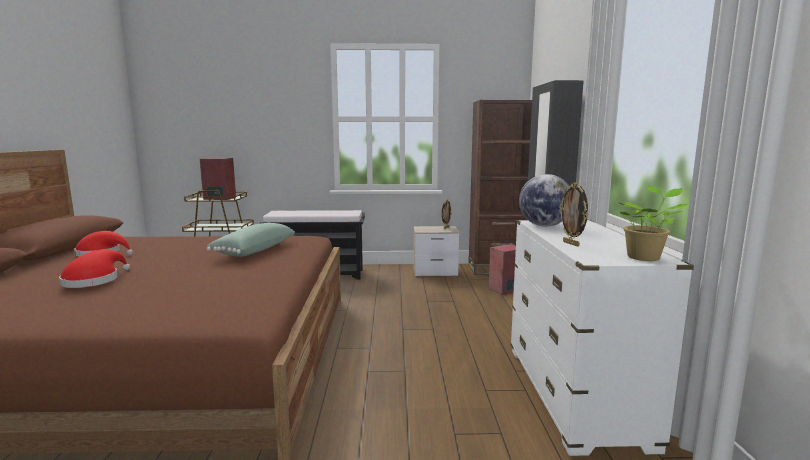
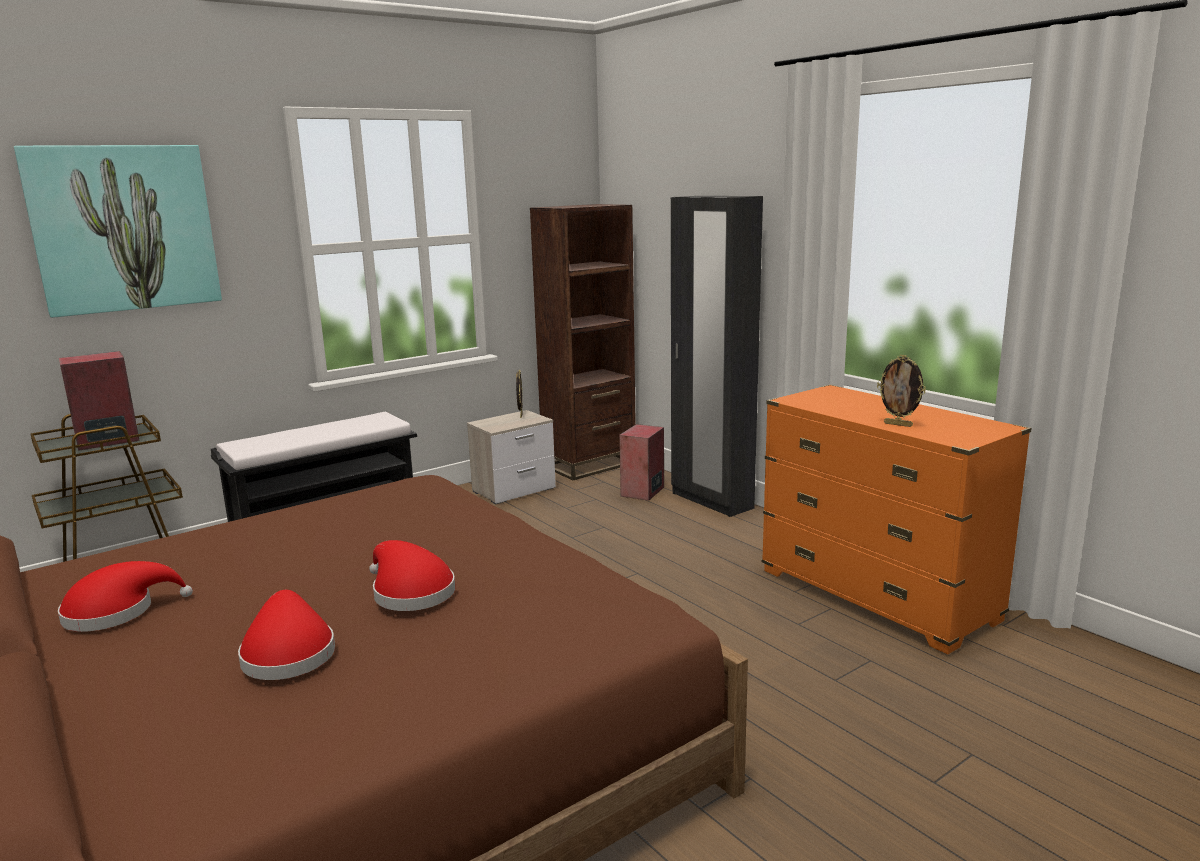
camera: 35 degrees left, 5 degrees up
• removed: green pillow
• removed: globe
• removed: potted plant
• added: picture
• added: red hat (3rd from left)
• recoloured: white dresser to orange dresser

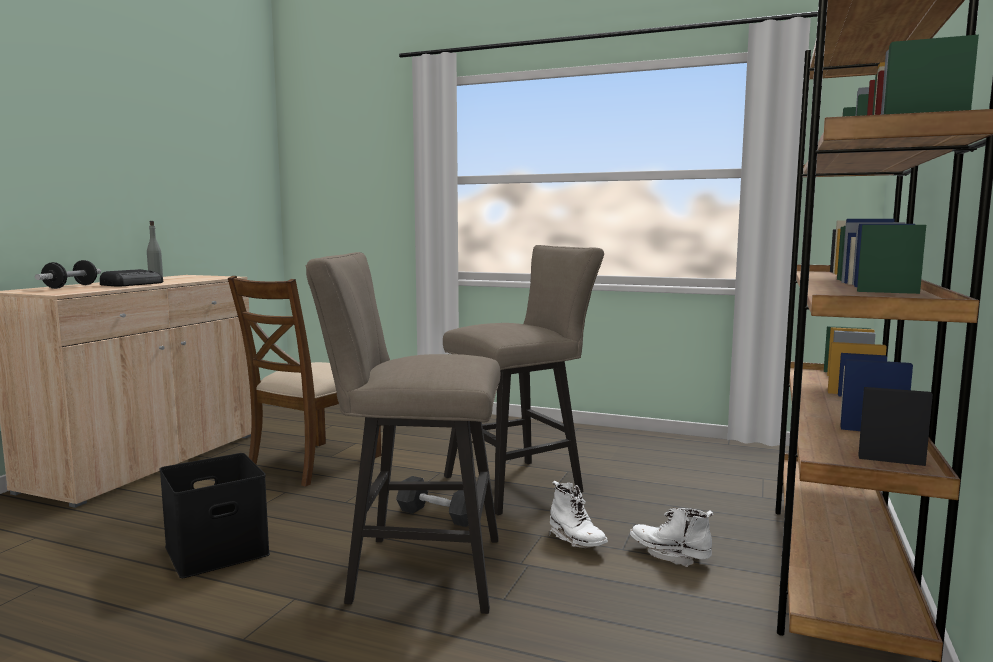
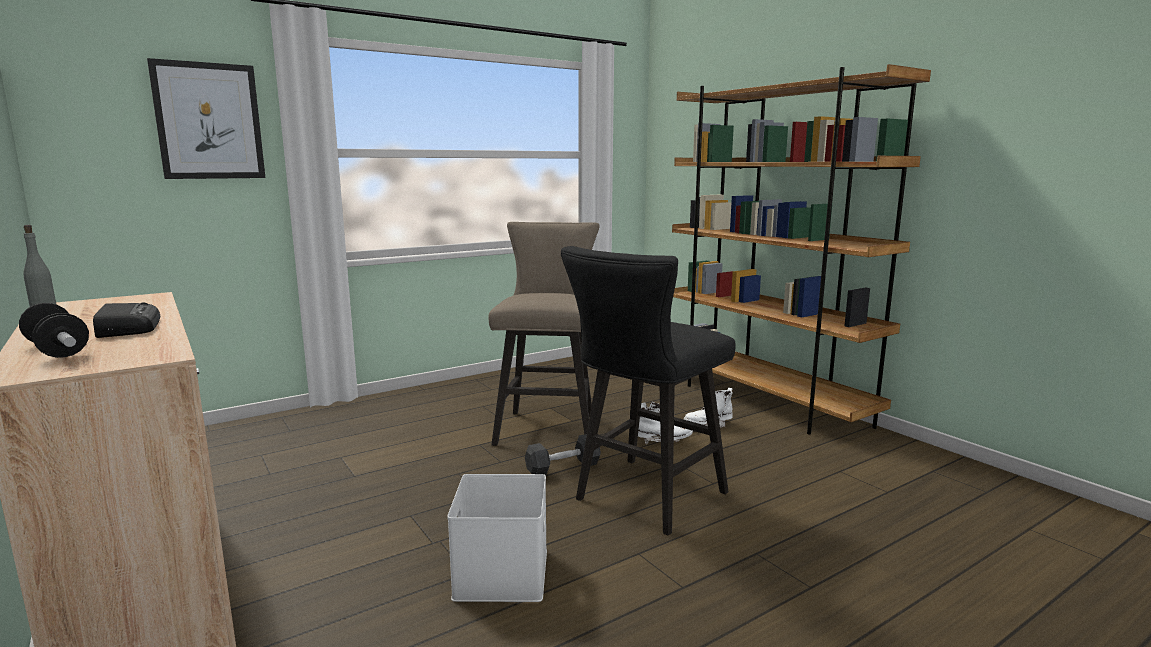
camera: 55 degrees left, 5 degrees up
• removed: brown chair
• added: picture
• recoloured: black storage box to white storage box
• recoloured: beige stool (1st from left) to black stool

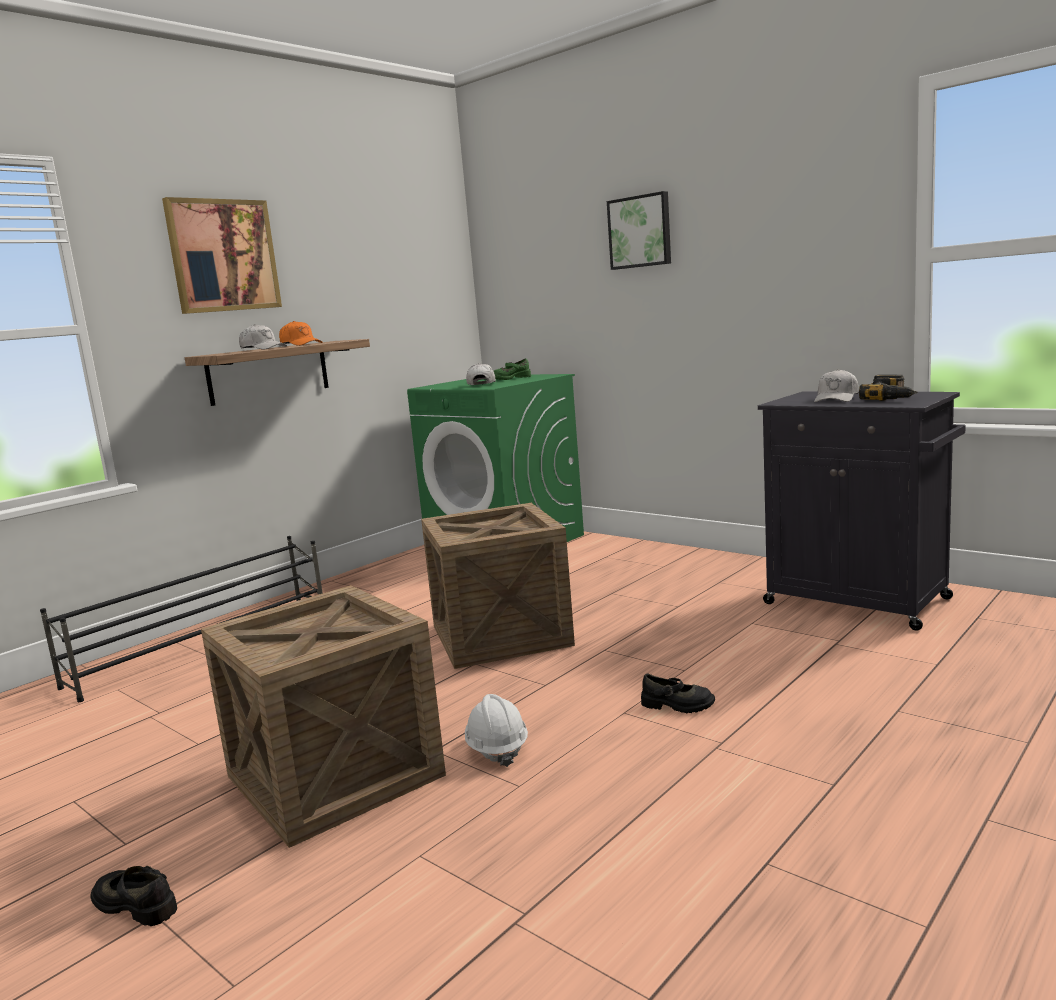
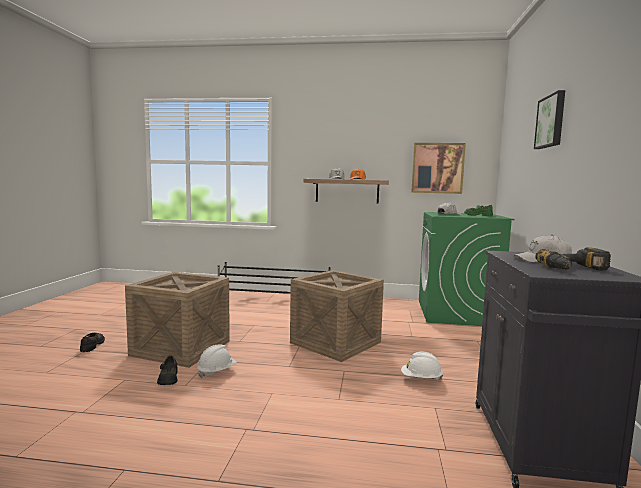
camera: 55 degrees right, 5 degrees down
• added: white hard hat (2nd from left)
• moved: picture (1st from left)
• moved: black shoe (2nd from left)

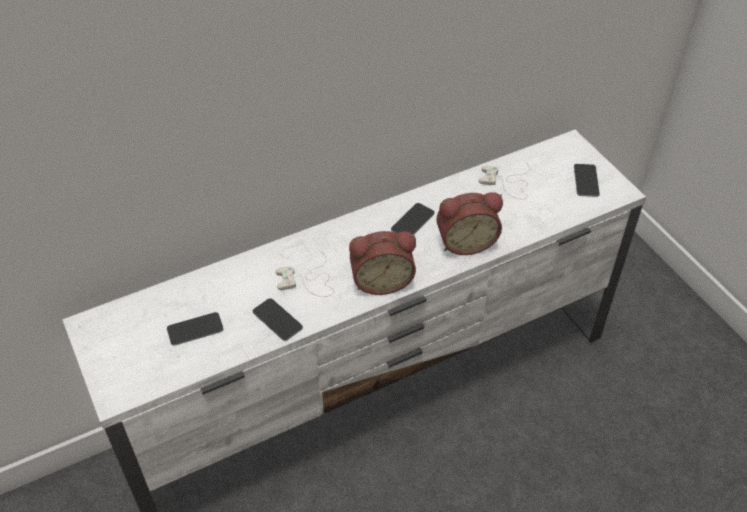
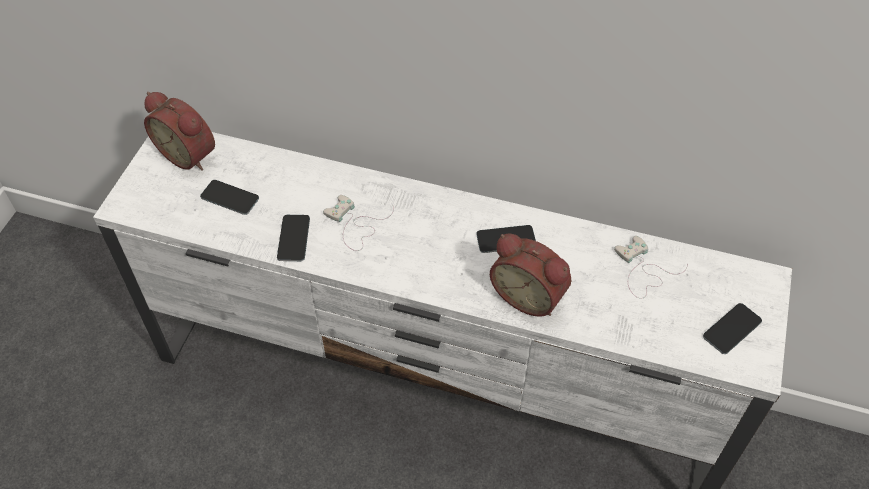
camera: 45 degrees right, 5 degrees up
• moved: alarm clock (1st from left)

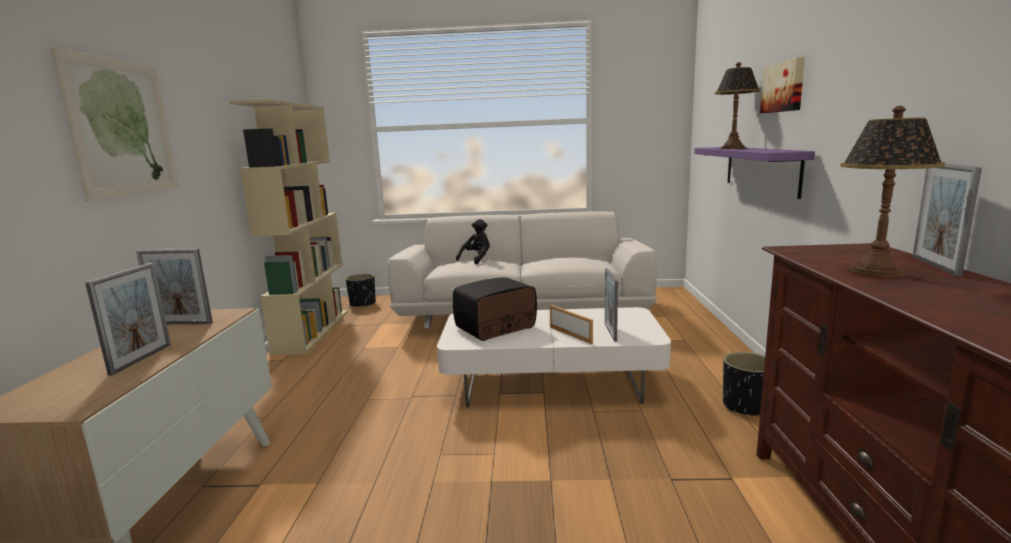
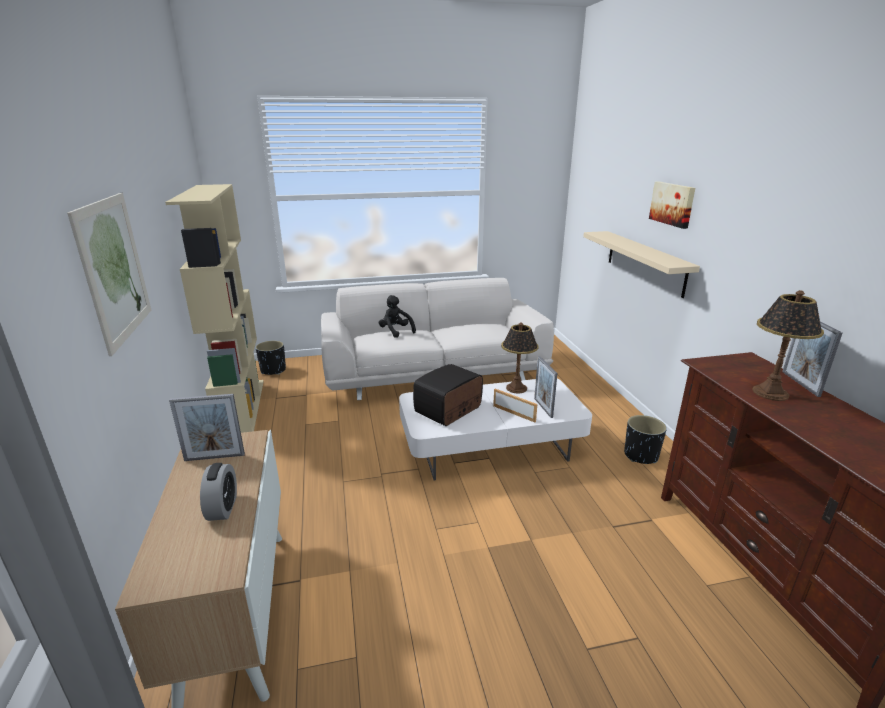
camera: 15 degrees left, 10 degrees up
• moved: table lamp (1st from left)
• replaced: picture frame (1st from left) to alarm clock
• recoloured: purple shelf to beige shelf
• turned: black plush toy 60 degrees counterclockwise

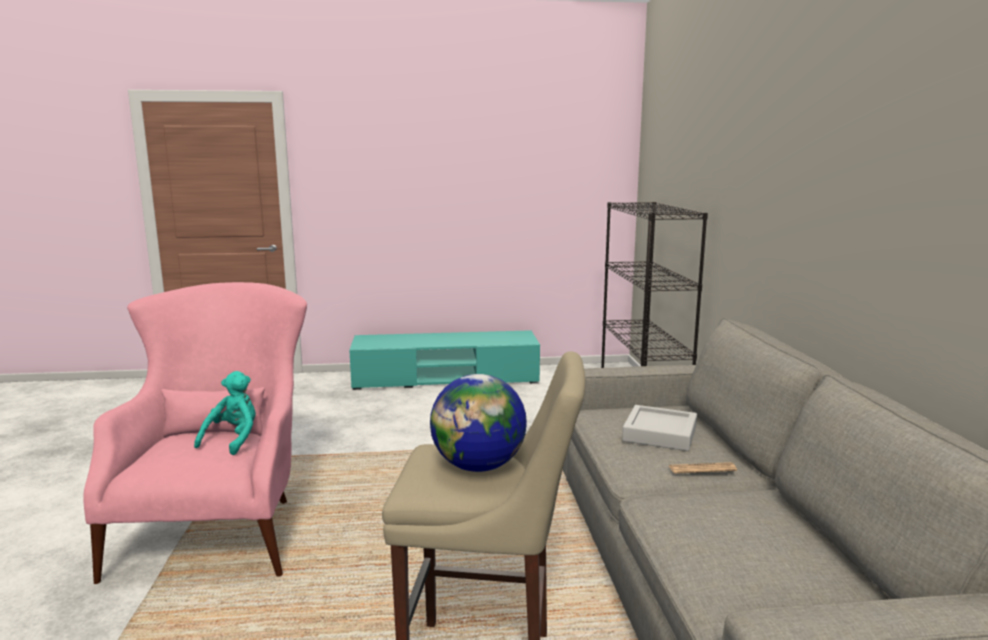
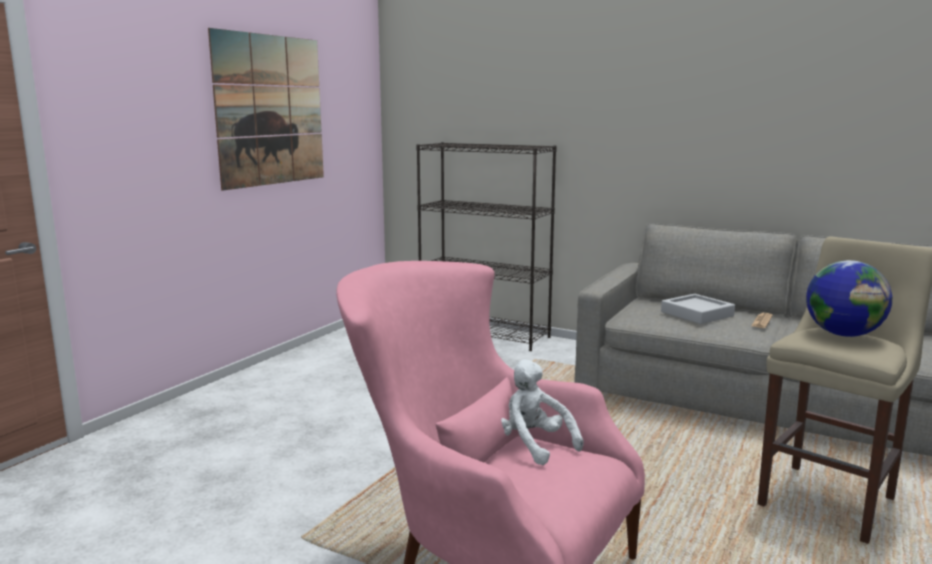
camera: 55 degrees left, 0 degrees up
• removed: turquoise tv stand
• added: picture
• recoloured: turquoise plush toy to white plush toy

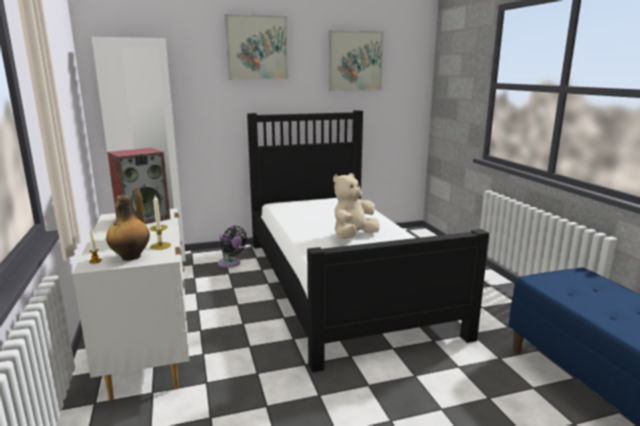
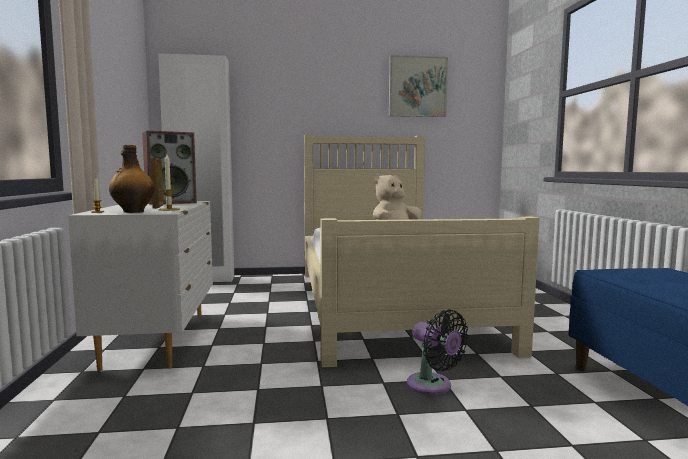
camera: 10 degrees right, 10 degrees down
• removed: picture (1st from left)
• moved: black fan
• recoloured: black bed to beige bed

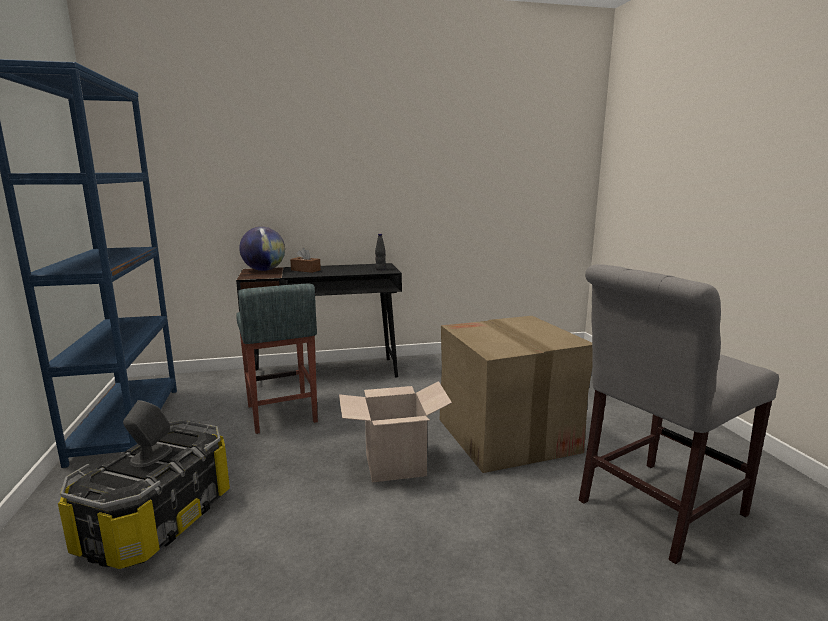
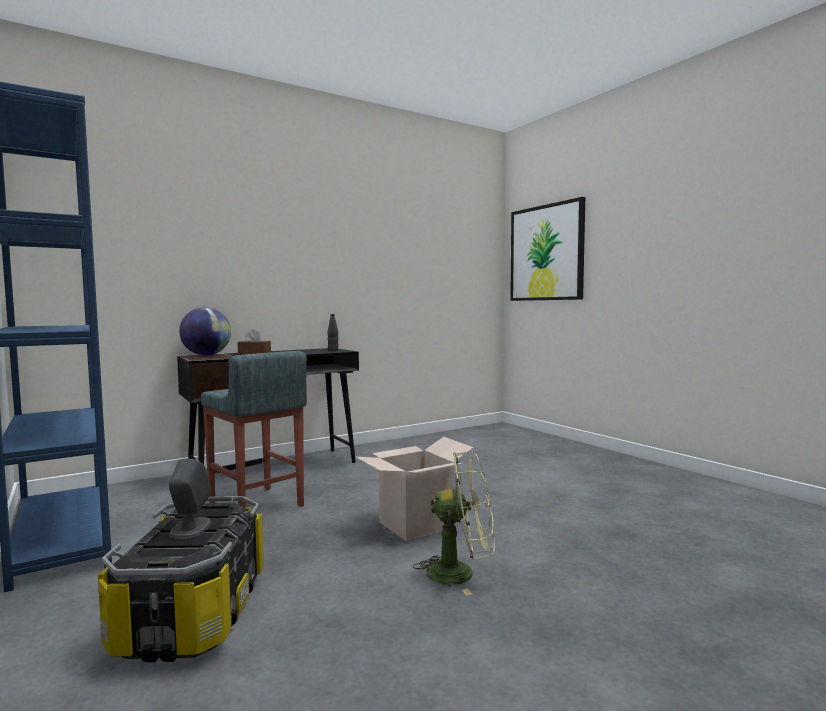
camera: 20 degrees left, 10 degrees down
• removed: cardboard box (2nd from left)
• removed: grey chair
• added: green fan
• added: picture

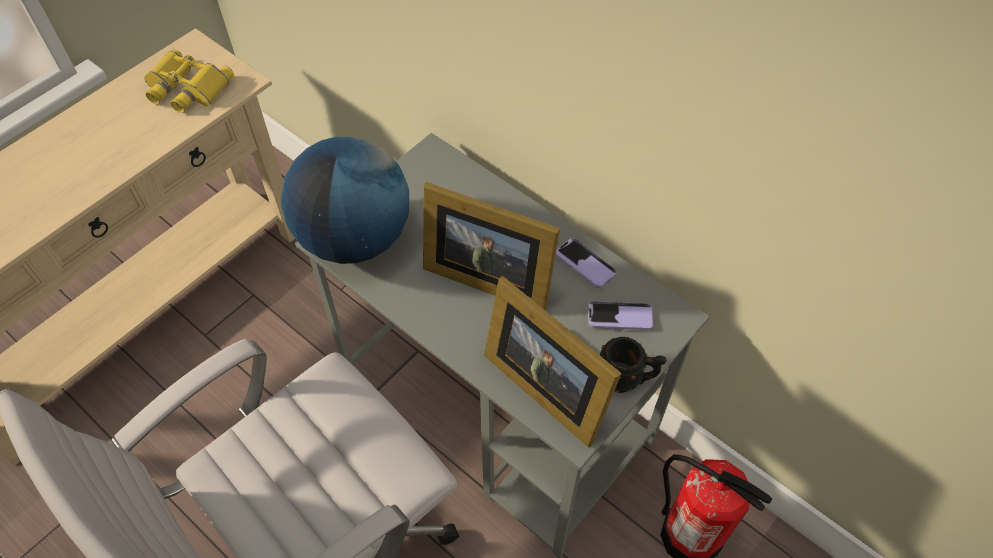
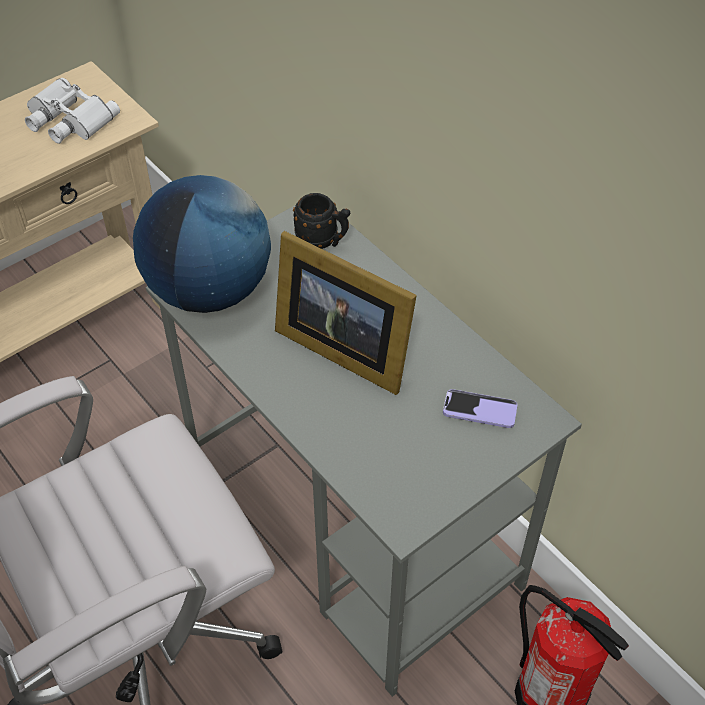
camera: 10 degrees right, 5 degrees down
• removed: picture frame (2nd from left)
• removed: phone (1st from left)
• moved: black mug
• recoloured: yellow binoculars to white binoculars

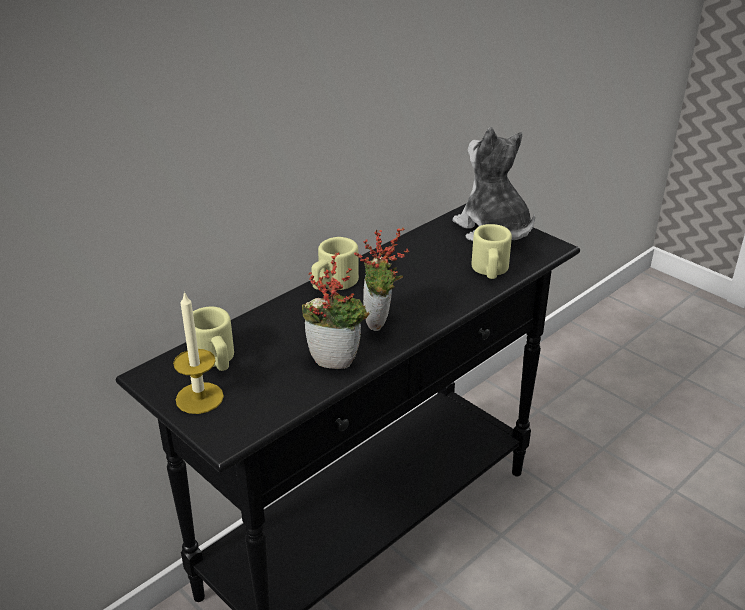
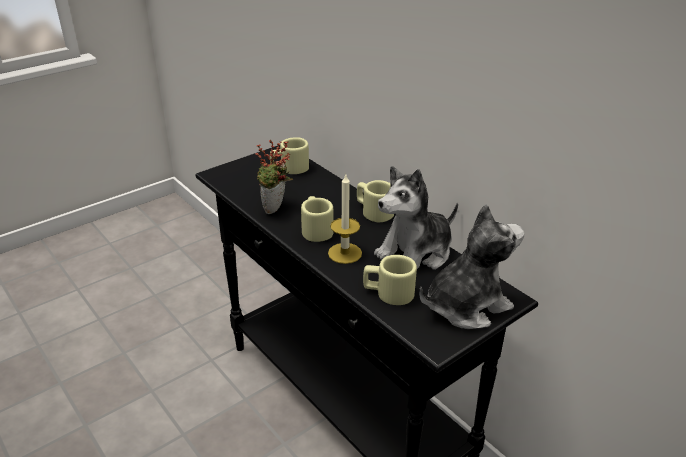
camera: 95 degrees right, 0 degrees up
• added: plush toy (1st from left)
• moved: candle
• replaced: potted plant (2nd from left) to beige mug (2nd from left)

